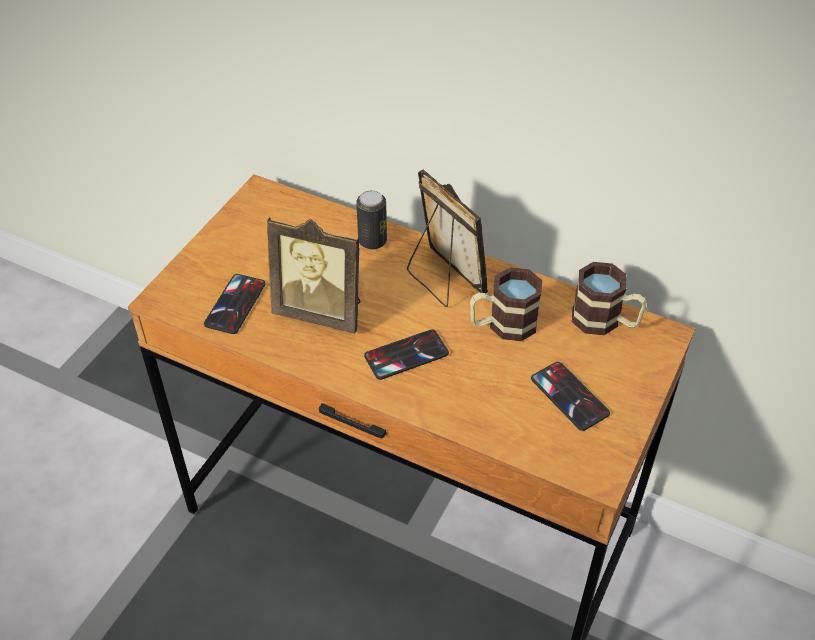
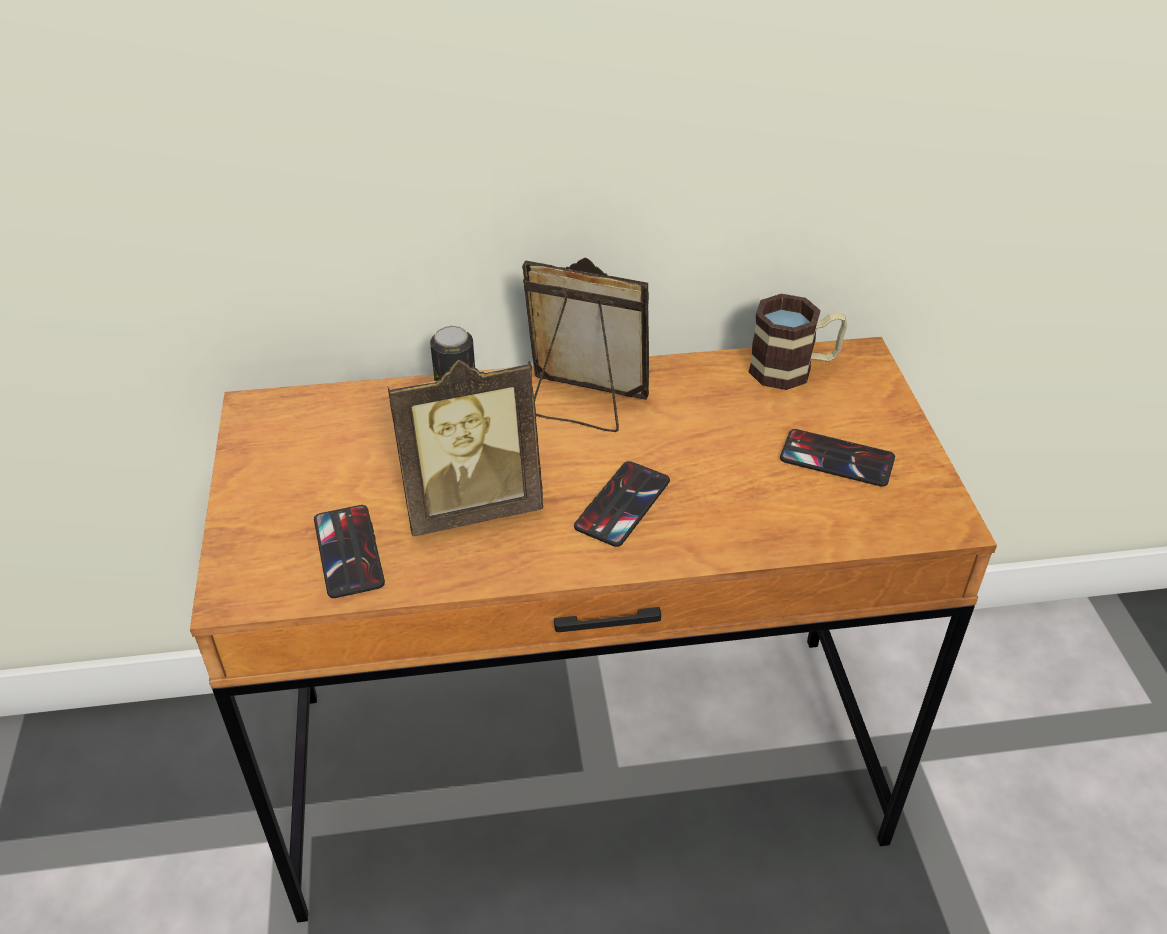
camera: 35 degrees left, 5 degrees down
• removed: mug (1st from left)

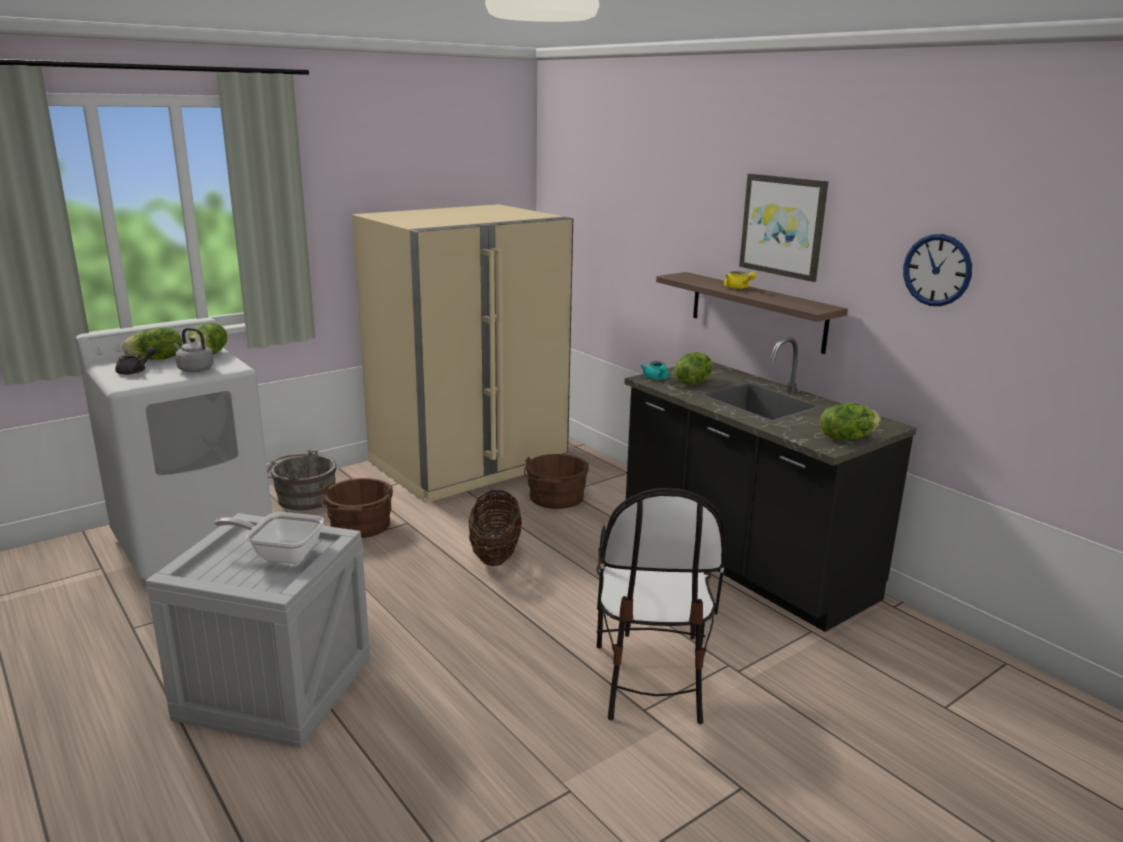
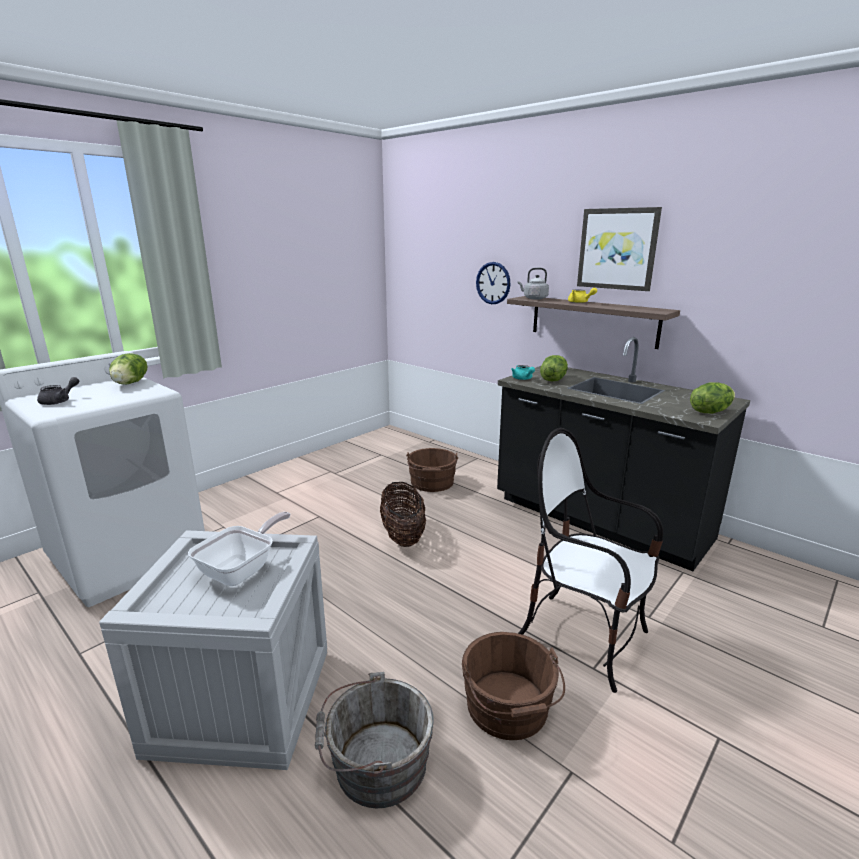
camera: 10 degrees left, 0 degrees up
• removed: lettuce (1st from left)
• removed: beige fridge
• moved: grey kettle
• moved: grey bucket
• moved: brown bucket (1st from left in the first image) to brown bucket (2nd from left)
• moved: wall clock
• turned: frying pan 120 degrees clockwise
• turned: chair 135 degrees clockwise

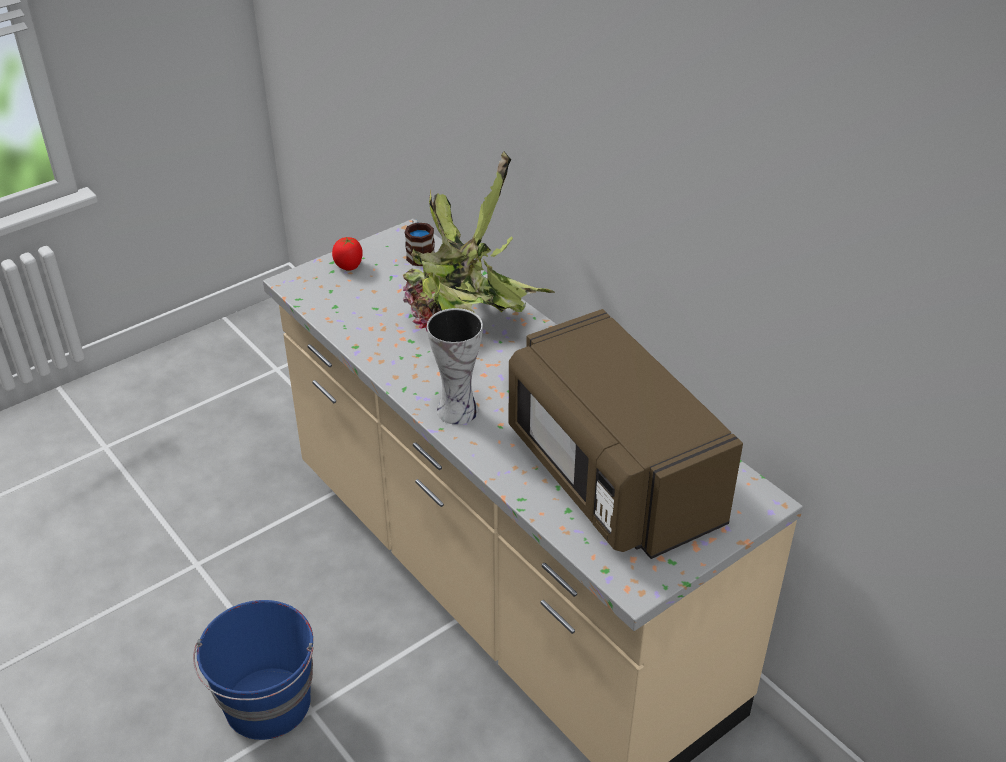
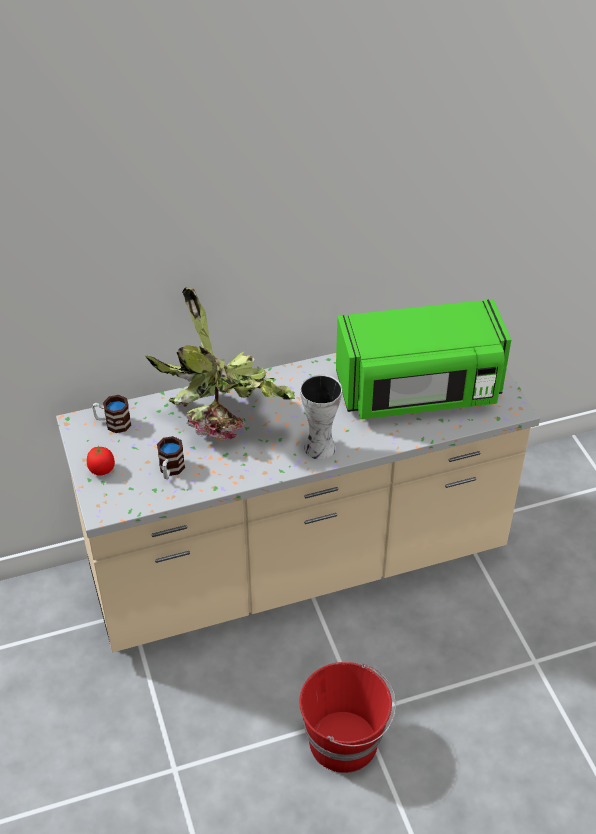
camera: 70 degrees left, 5 degrees up
• added: mug (2nd from left)
• recoloured: blue bucket to red bucket
• recoloured: brown microwave to green microwave

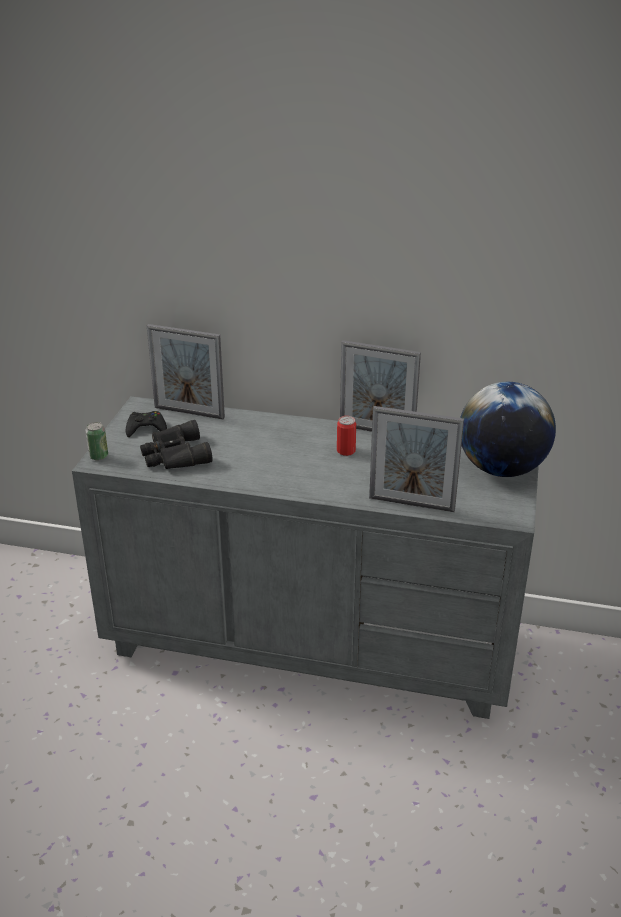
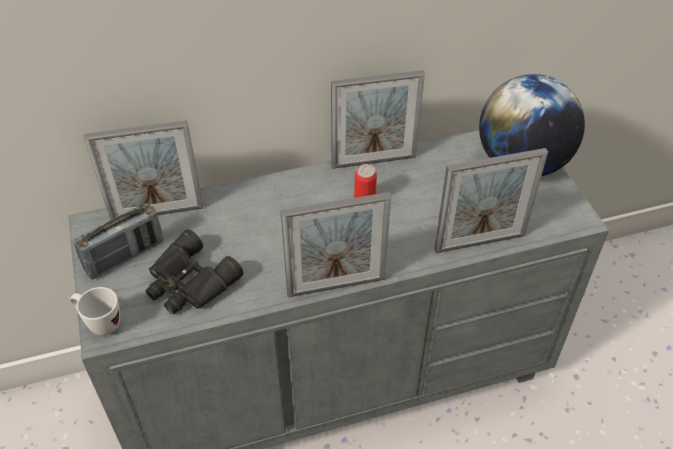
camera: 30 degrees left, 15 degrees up
• added: picture frame (2nd from left)
• replaced: can (1st from left) to white mug
• replaced: black game controller to radio

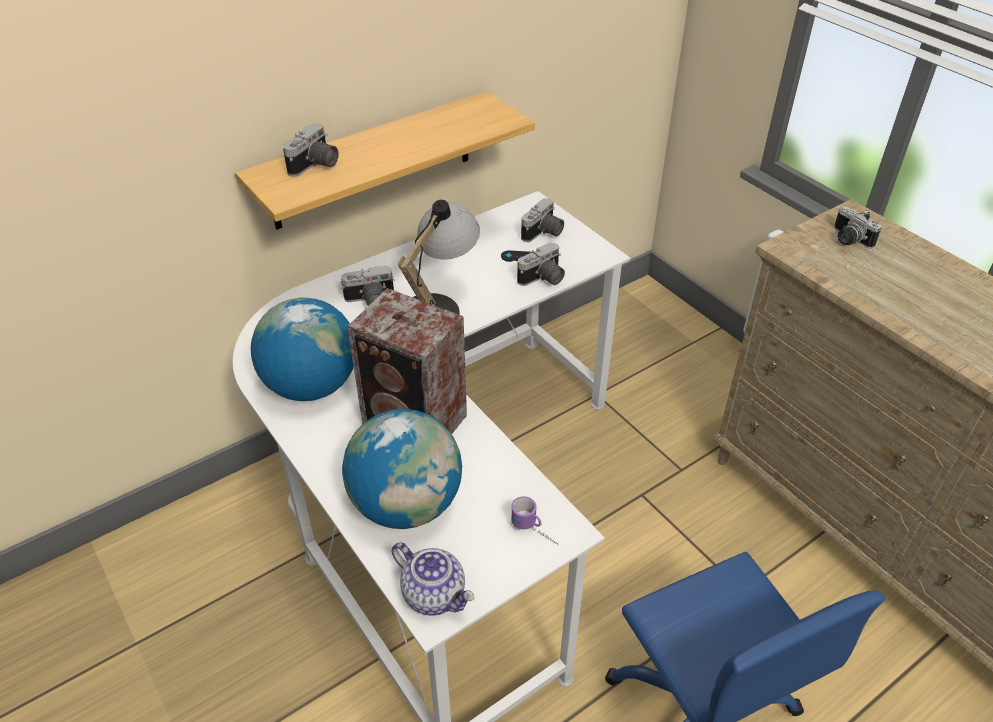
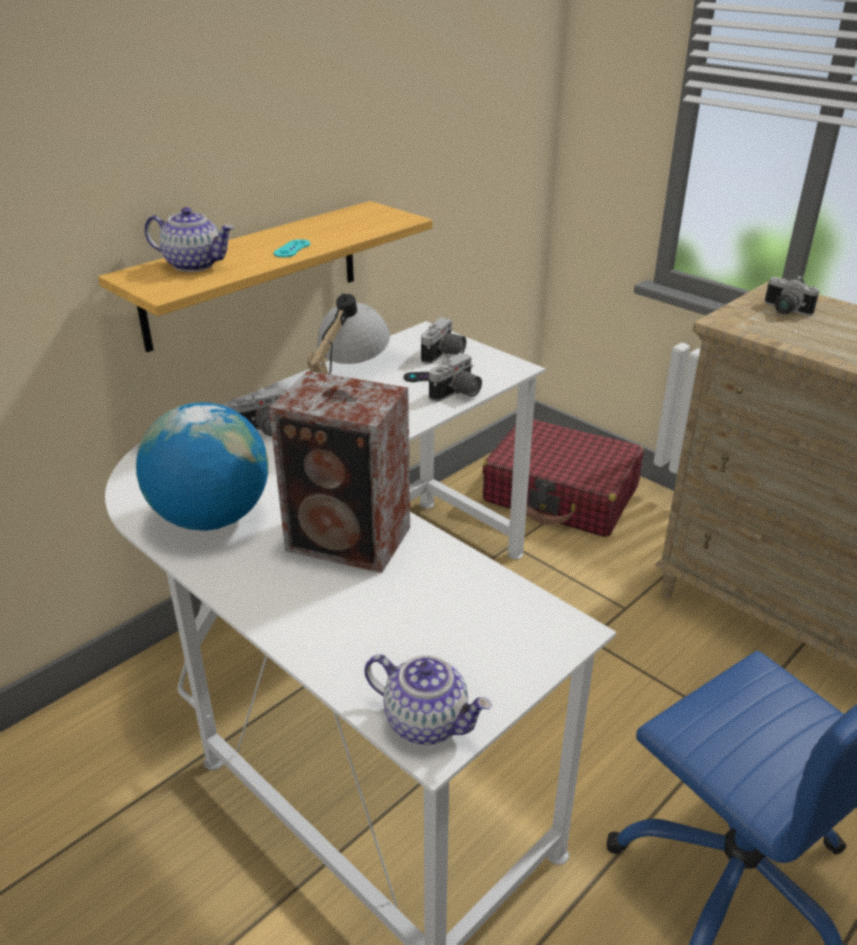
camera: 10 degrees left, 10 degrees down
• removed: globe (2nd from left)
• removed: mug
• added: turquoise game controller
• added: red suitcase
• replaced: photo camera (1st from left) to teapot (1st from left)

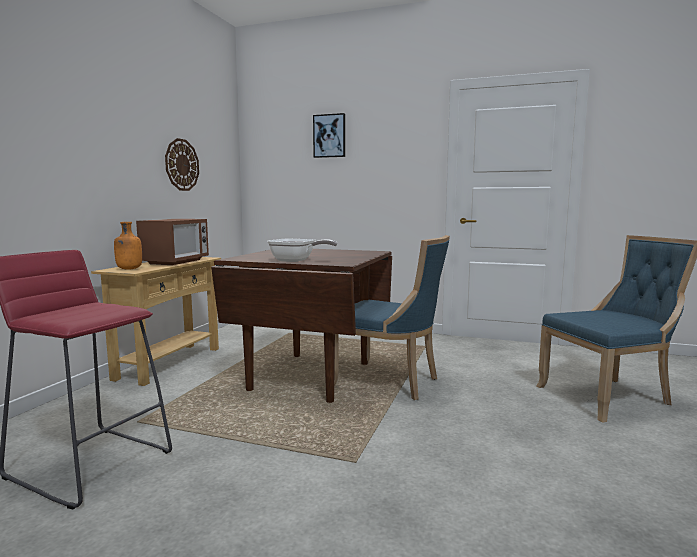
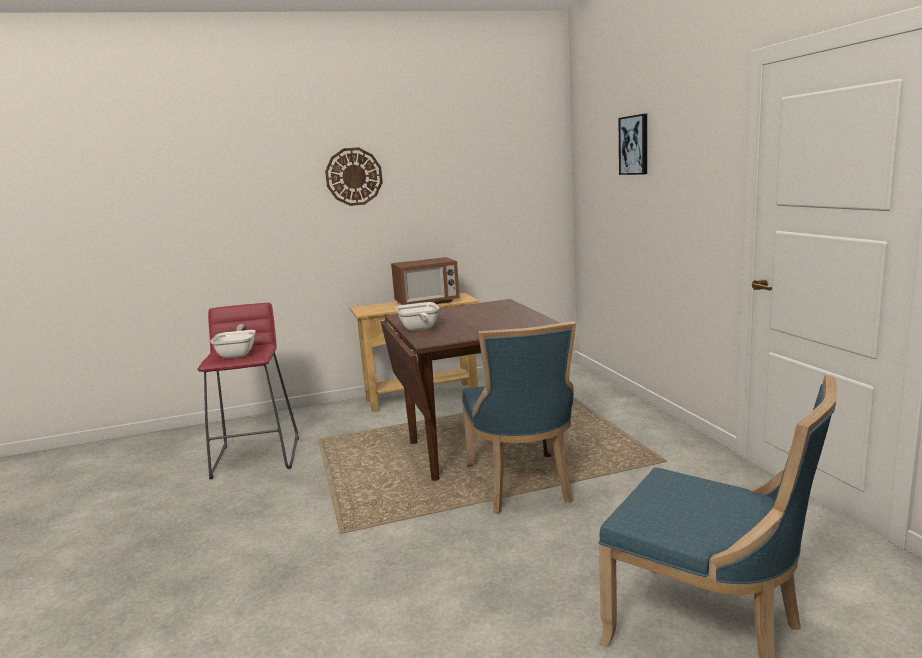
camera: 55 degrees right, 5 degrees up
• removed: orange bottle
• added: frying pan (1st from left)
• moved: wall clock

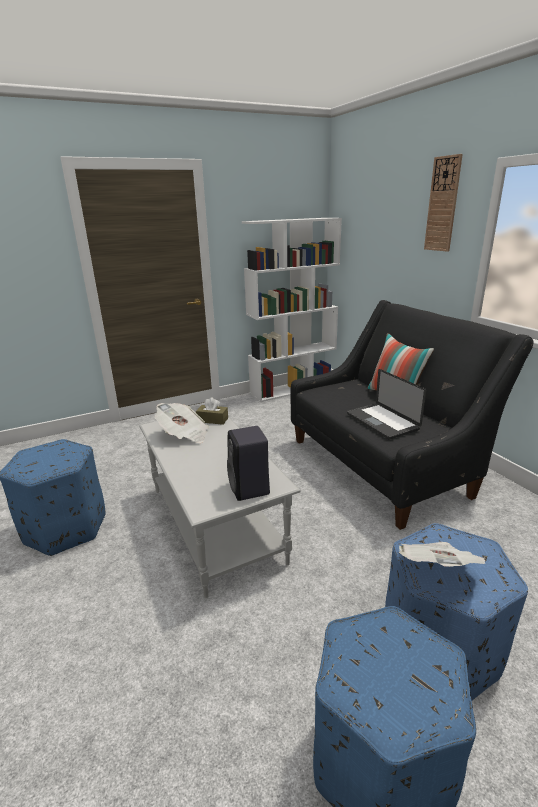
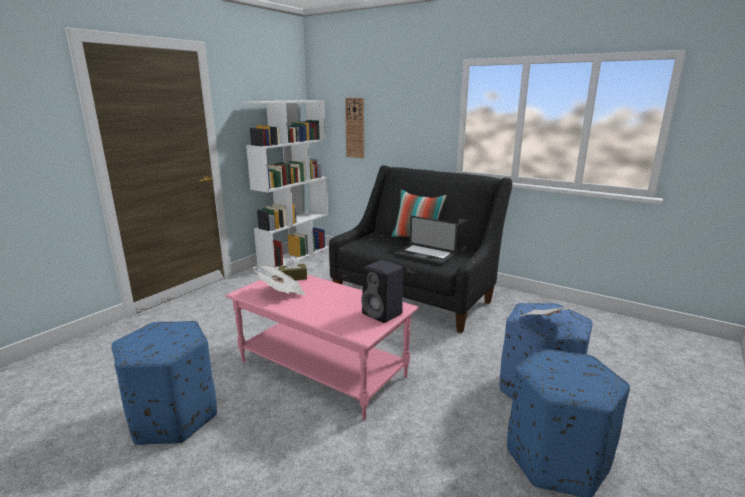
camera: 30 degrees left, 5 degrees down
• moved: wall clock
• recoloured: grey coffee table to pink coffee table

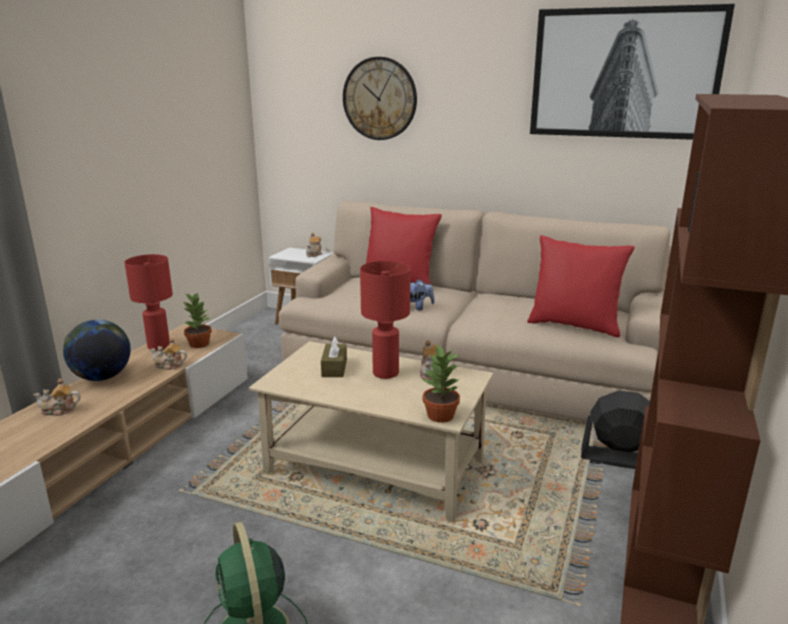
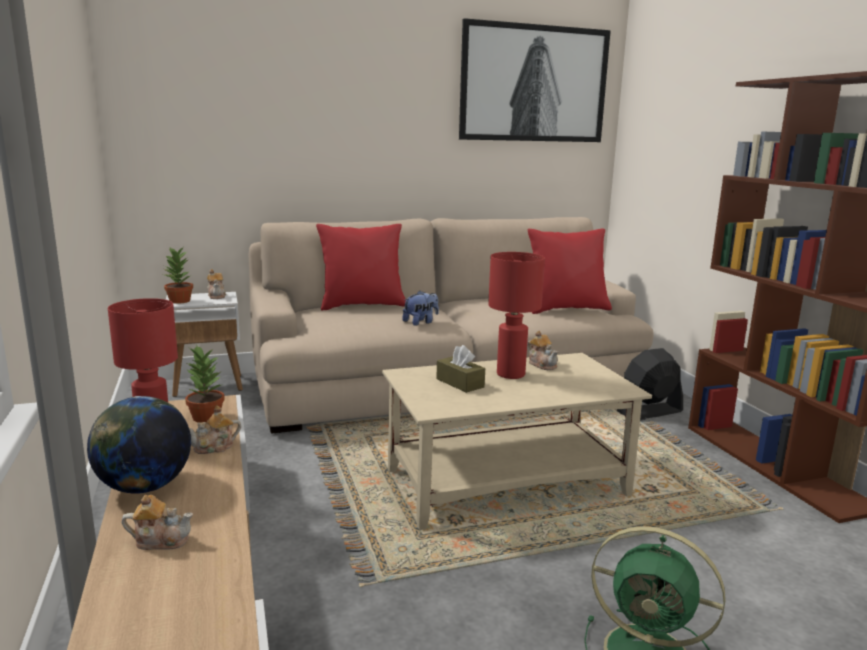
camera: 40 degrees left, 5 degrees down
• removed: wall clock
• moved: potted plant (2nd from left in the first image) to potted plant (1st from left)
• turned: teapot (1st from left) 135 degrees counterclockwise

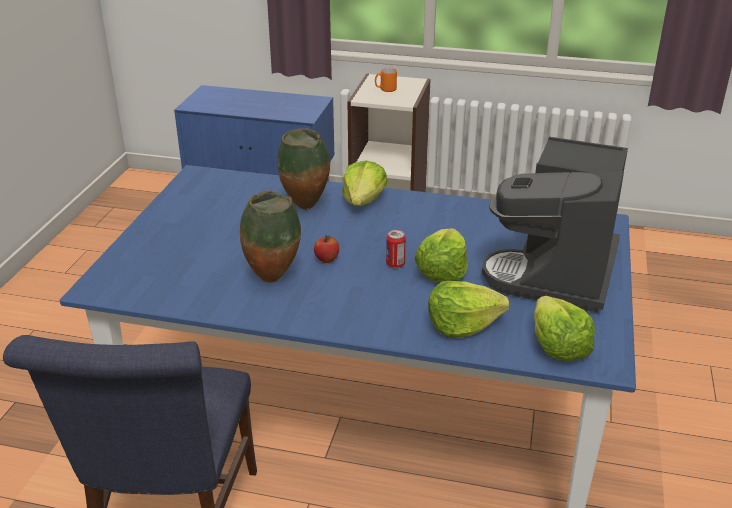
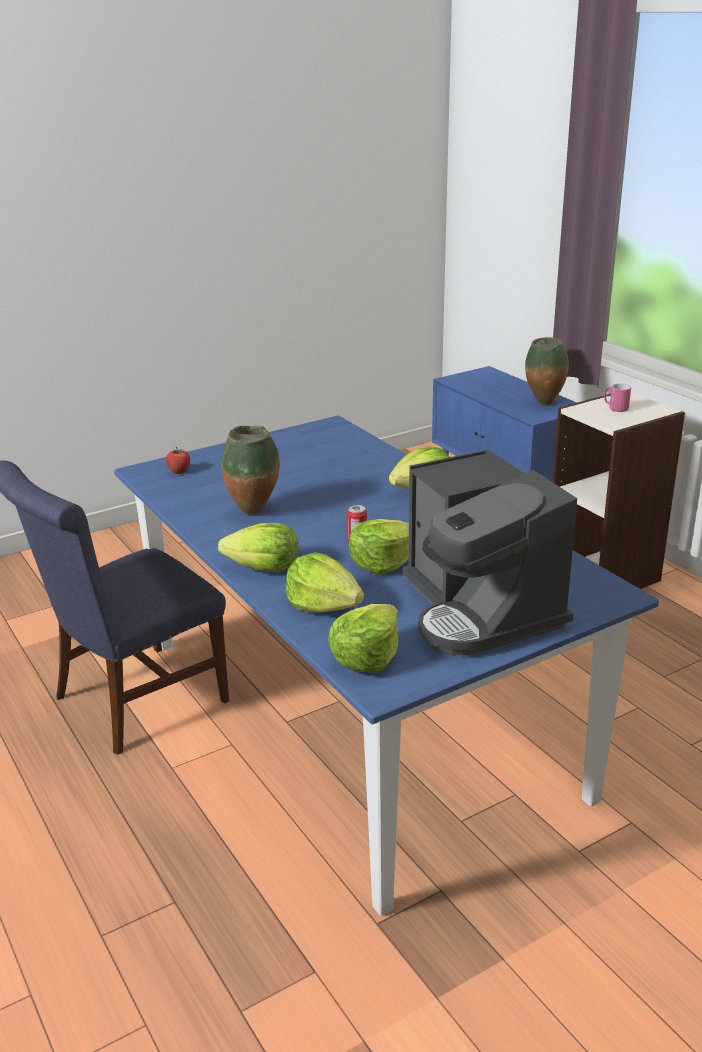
camera: 45 degrees right, 5 degrees down
• added: lettuce (1st from left)
• moved: vase (2nd from left)
• moved: apple
• recoloured: orange mug to pink mug
• turned: coffee machine 90 degrees counterclockwise

